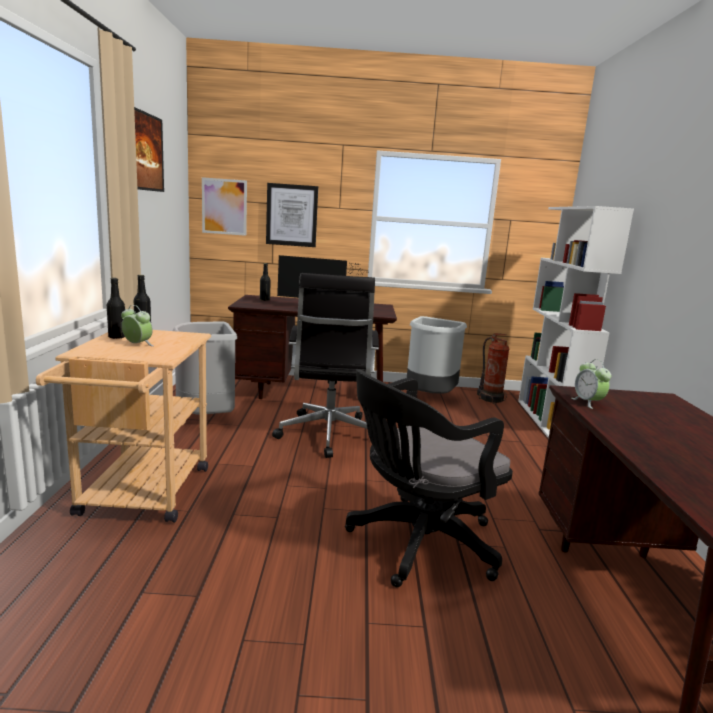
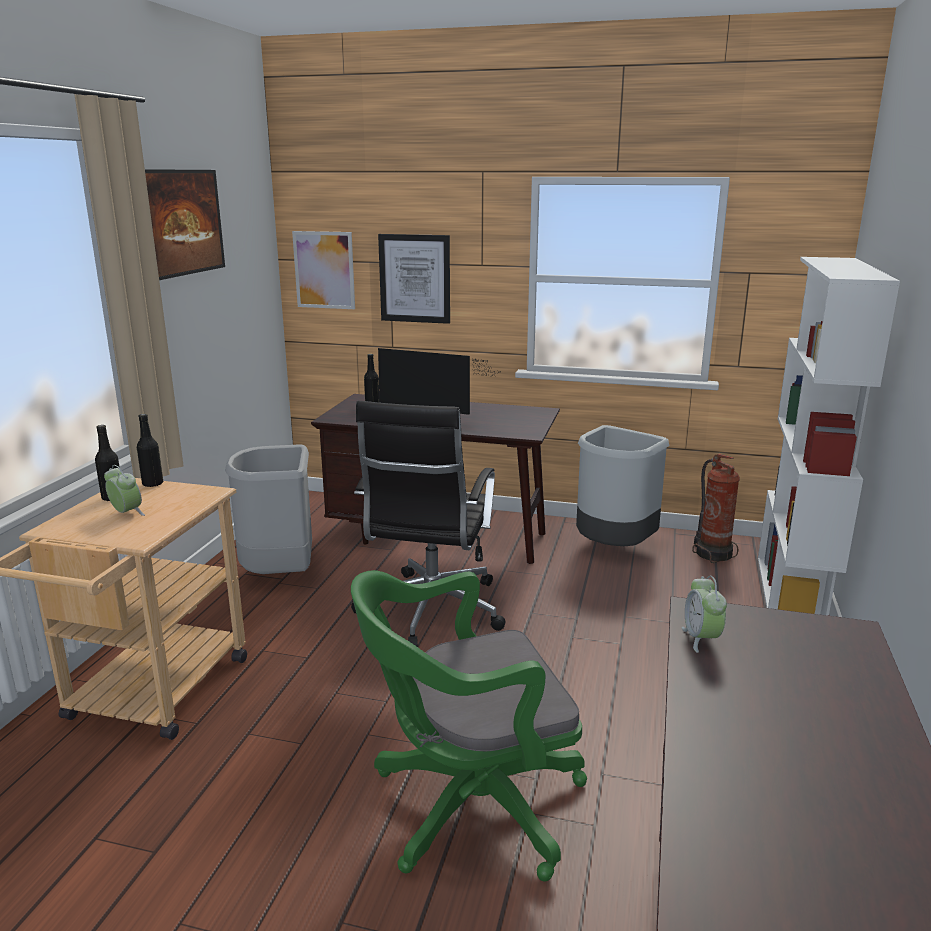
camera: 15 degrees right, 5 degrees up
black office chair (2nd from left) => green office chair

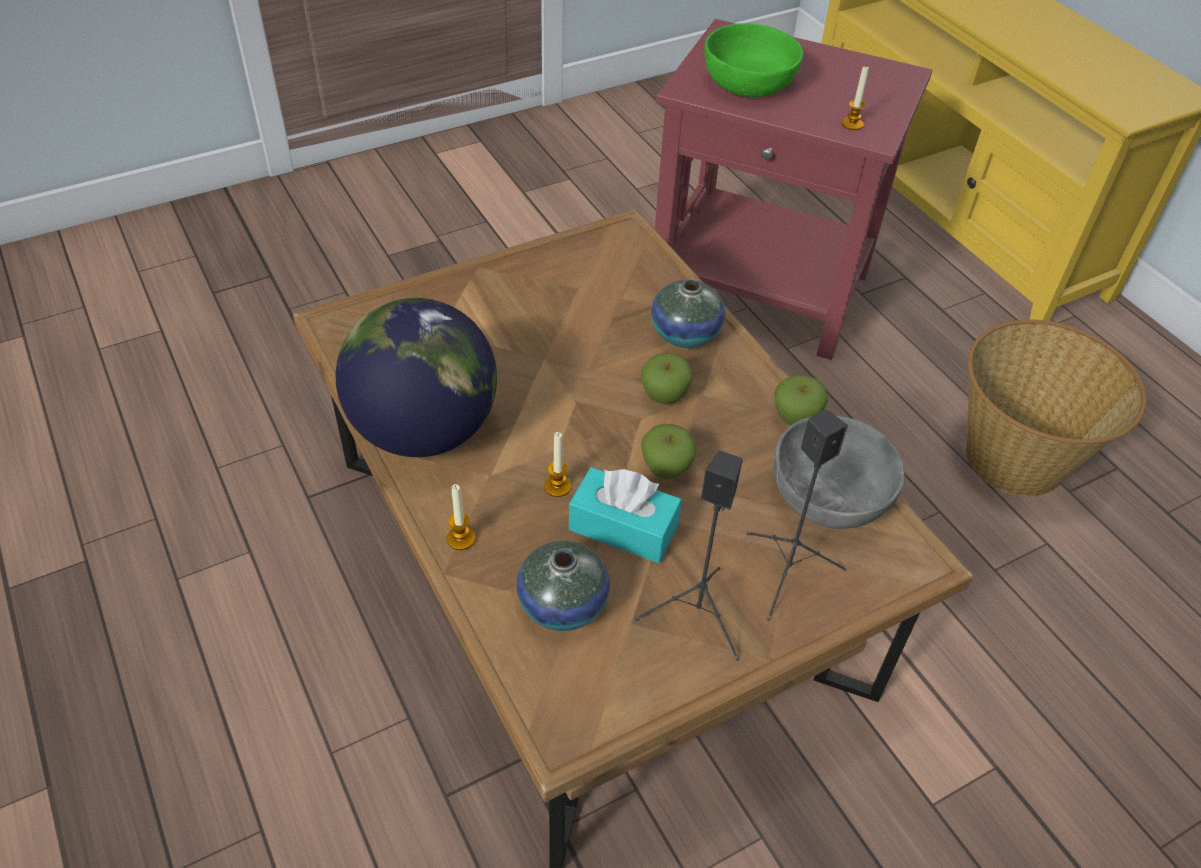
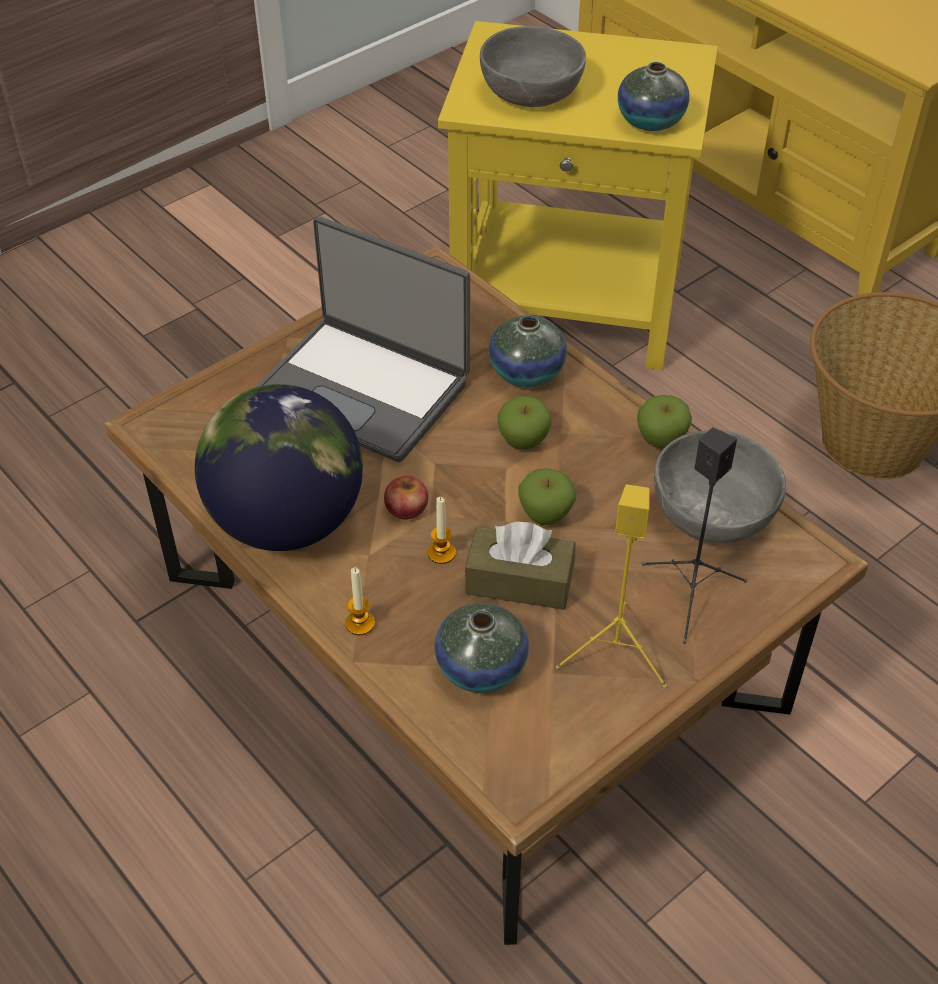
camera: 10 degrees left, 0 degrees up
red side table => yellow side table
green bowl => grey bowl (1st from left)
candle (3rd from left) => vase (3rd from left)
black speaker (1st from left) => yellow speaker
turquoise tissue box => brown tissue box
nothing => laptop
nothing => apple (1st from left)

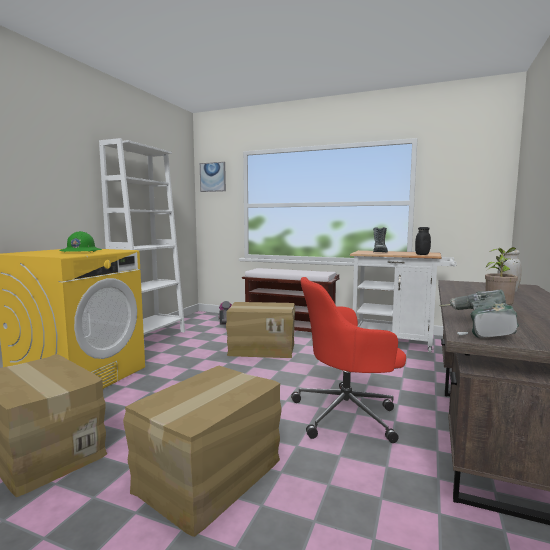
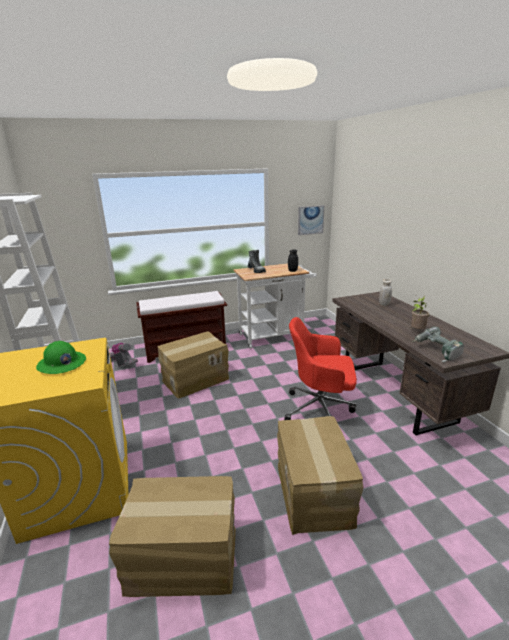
camera: 40 degrees left, 15 degrees up
picture, move
red office chair, 60 degrees clockwise

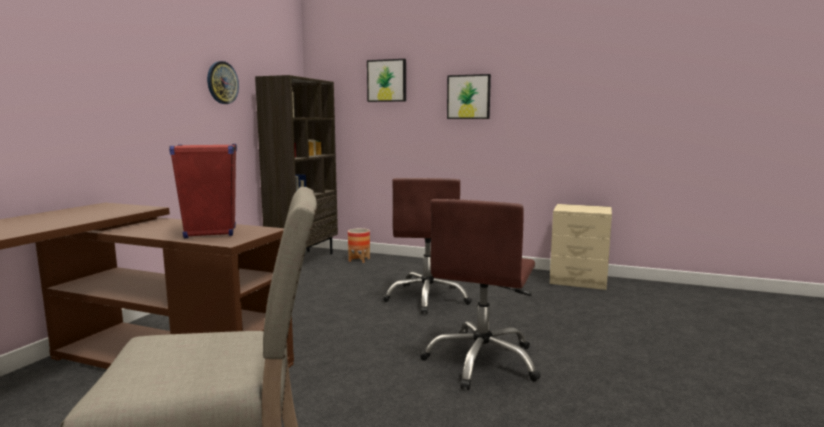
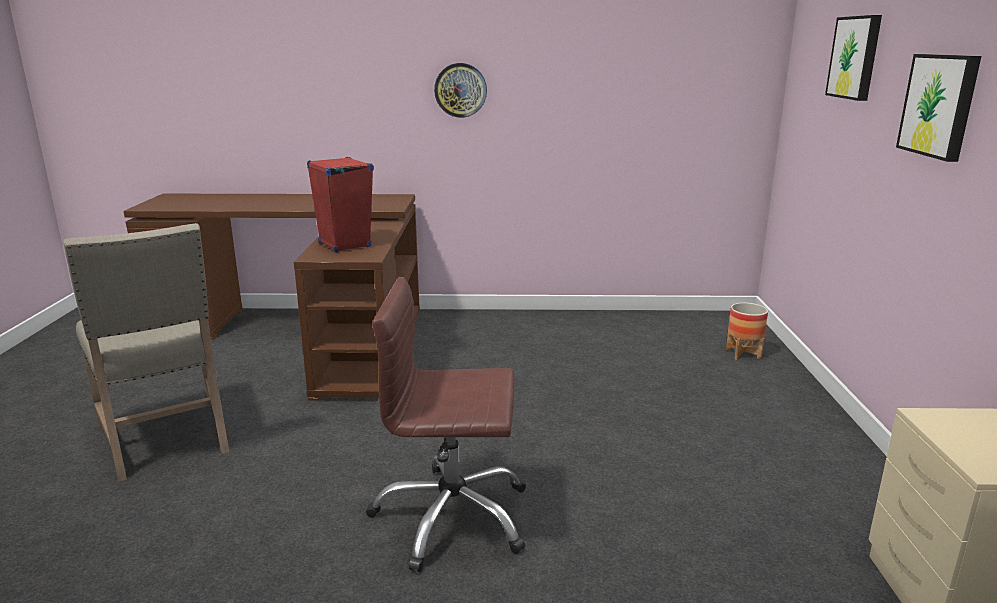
camera: 70 degrees right, 10 degrees up
wall clock, move
brown bookcase => nothing
brown office chair (1st from left) => nothing

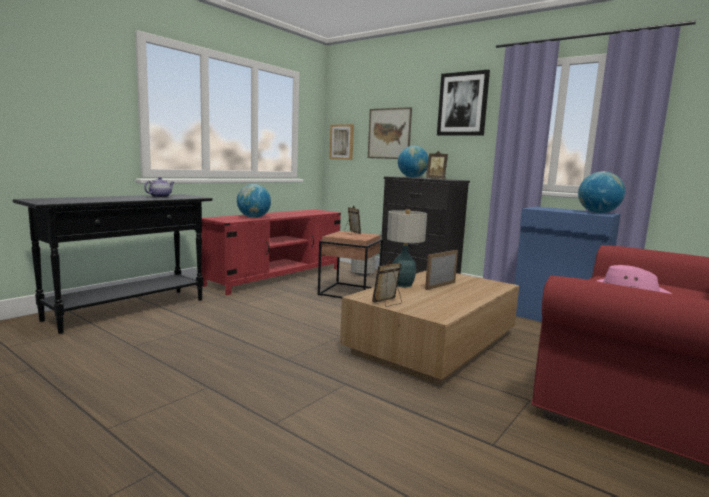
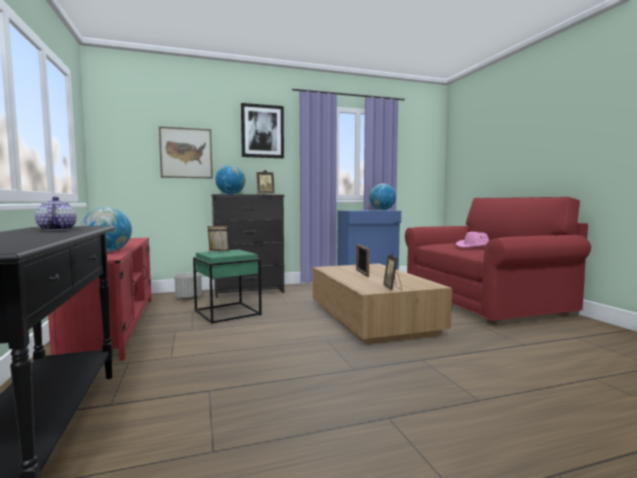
camera: 55 degrees left, 5 degrees down
picture (1st from left) => nothing
table lamp => nothing
brown side table => green side table

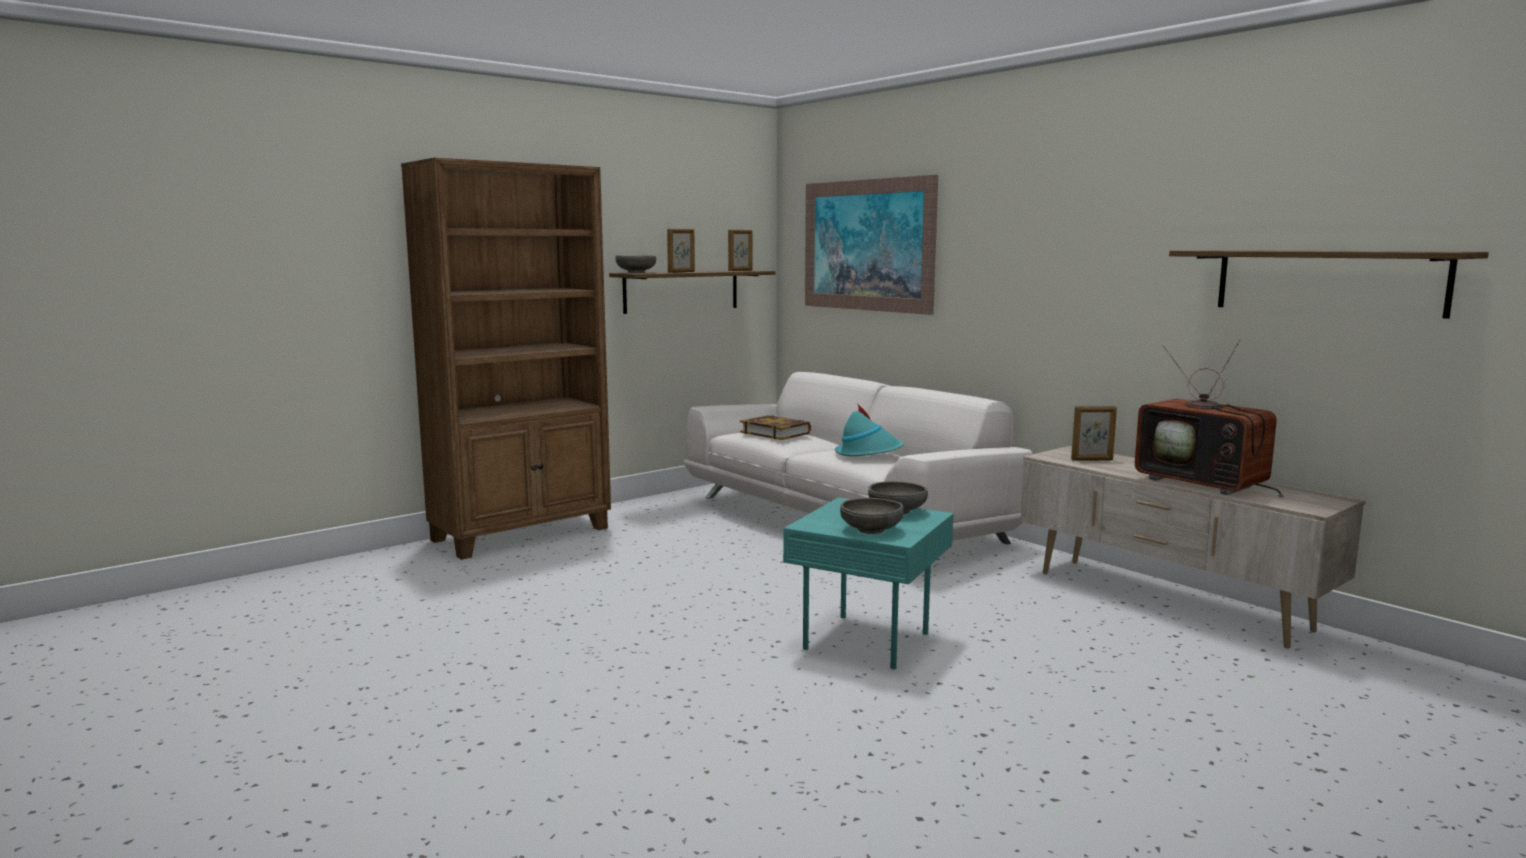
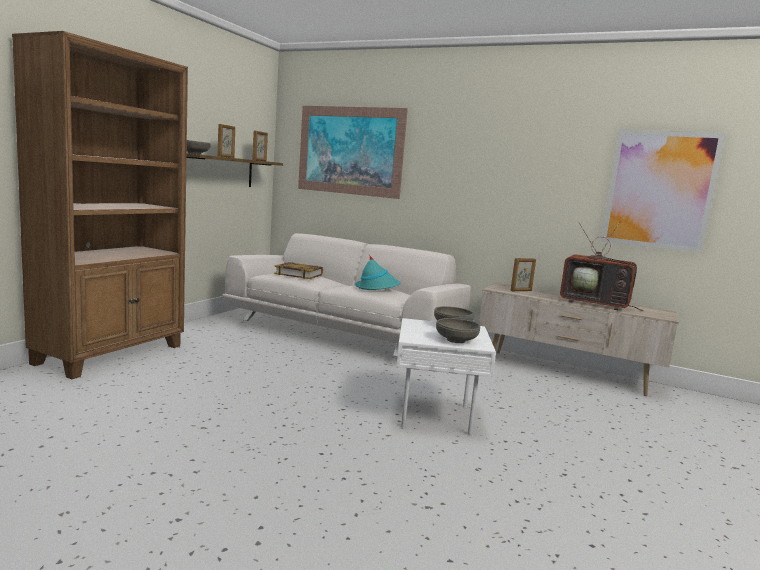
camera: 25 degrees left, 0 degrees up
shelf (2nd from left) => picture (2nd from left)
turquoise side table => white side table

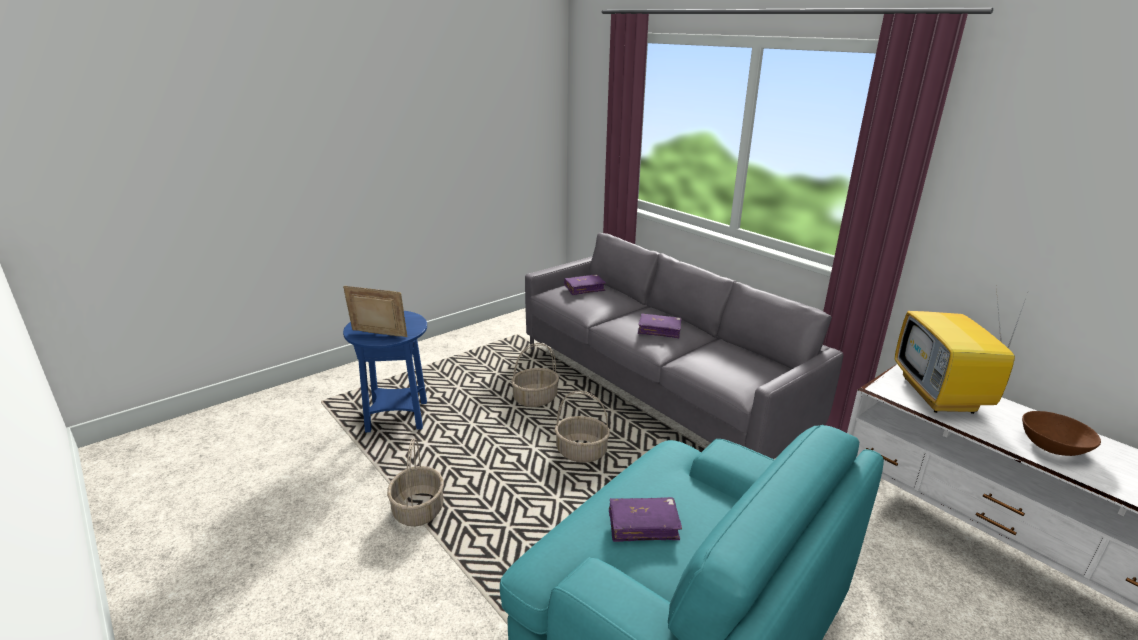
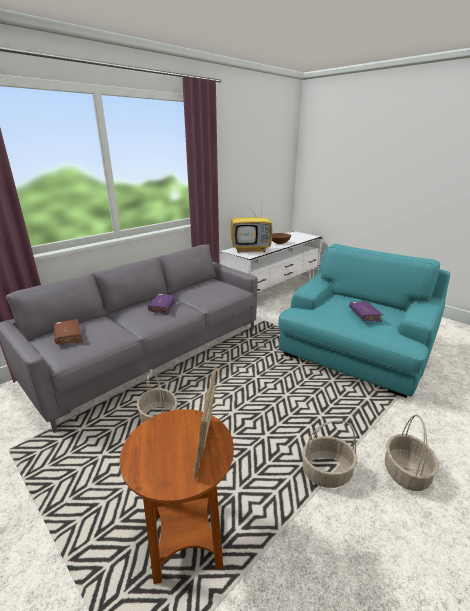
camera: 95 degrees left, 0 degrees up
purple book (1st from left) => brown book
blue side table => brown side table
basket (3rd from left), move

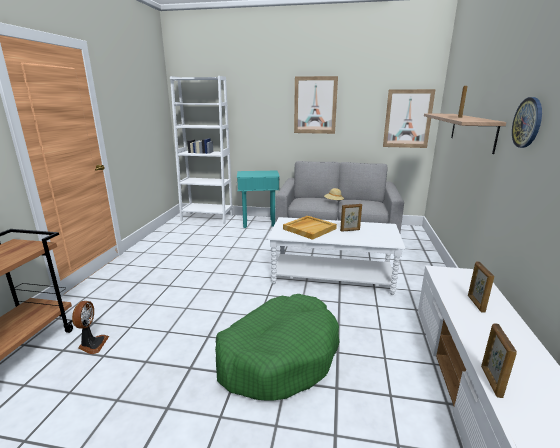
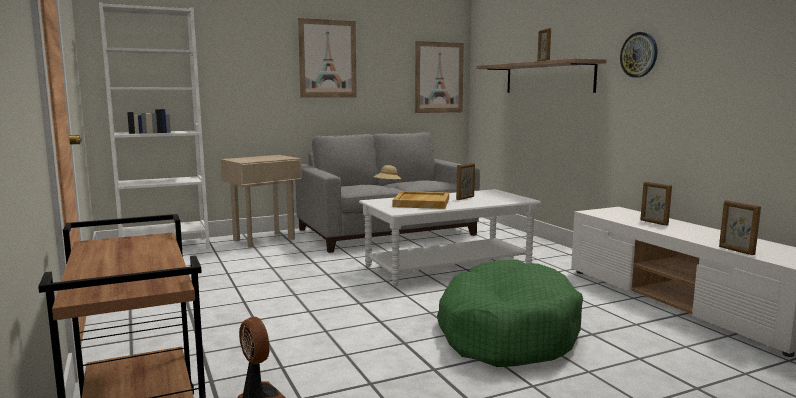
camera: 35 degrees left, 10 degrees down
turquoise side table => beige side table

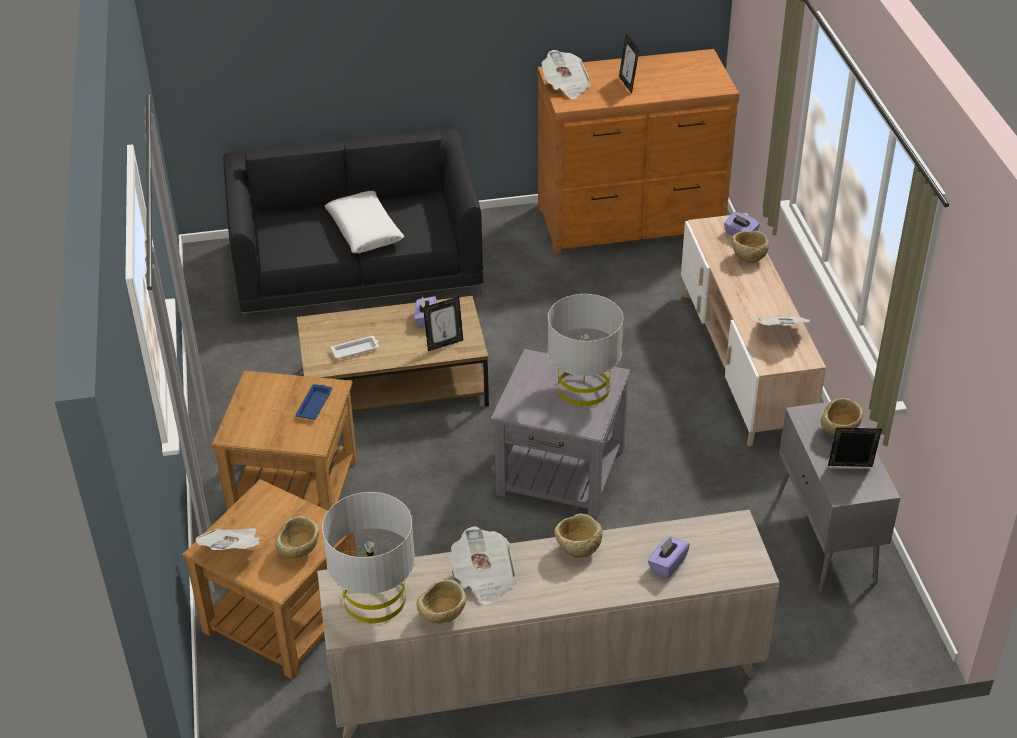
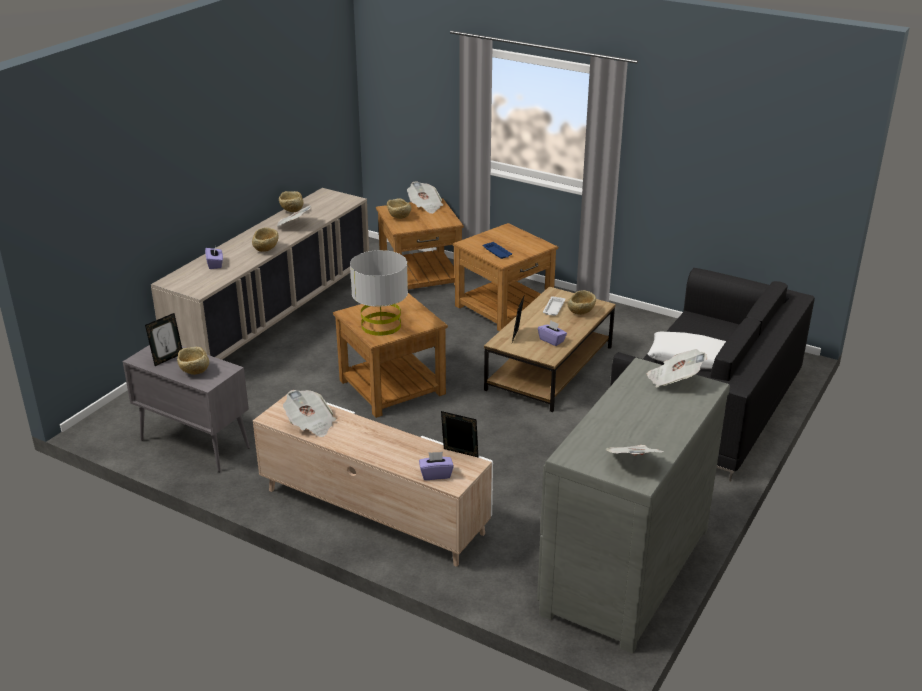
camera: 130 degrees right, 10 degrees down
picture frame (2nd from left), move
brown dresser => grey dresser
beige bowl (4th from left in the first image) => beige bowl (5th from left), move
grey side table => brown side table (1st from left)
grey table lamp (1st from left) => nothing
nothing => newspaper (4th from left)

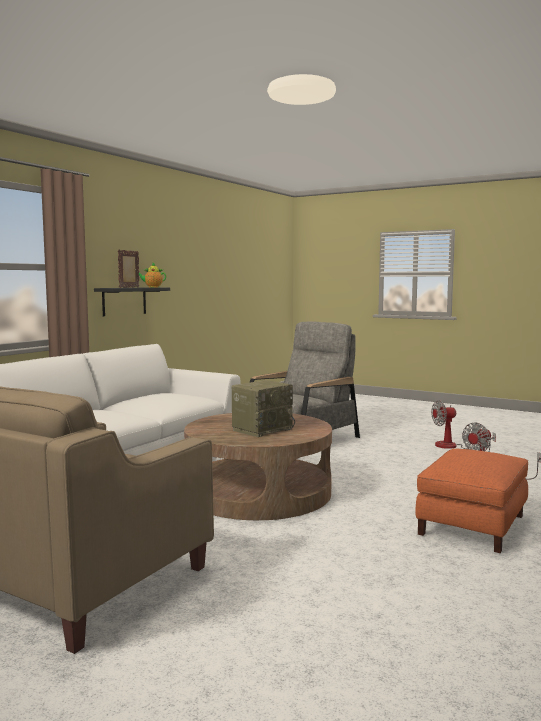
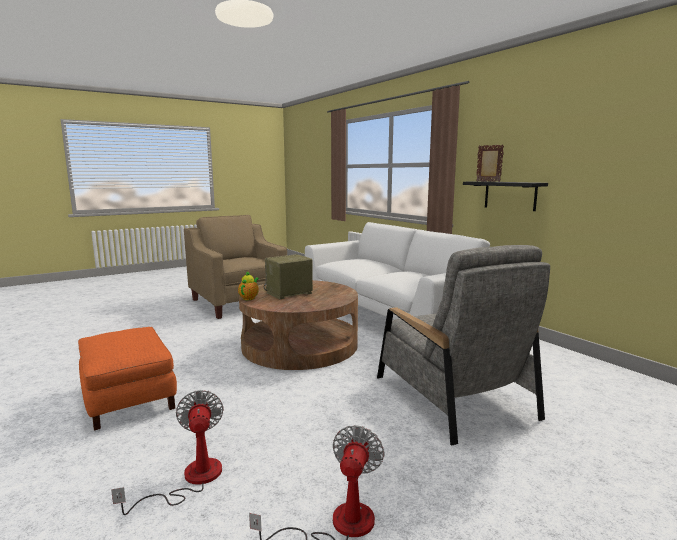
camera: 115 degrees right, 5 degrees up
teapot, move
radio, 75 degrees clockwise

